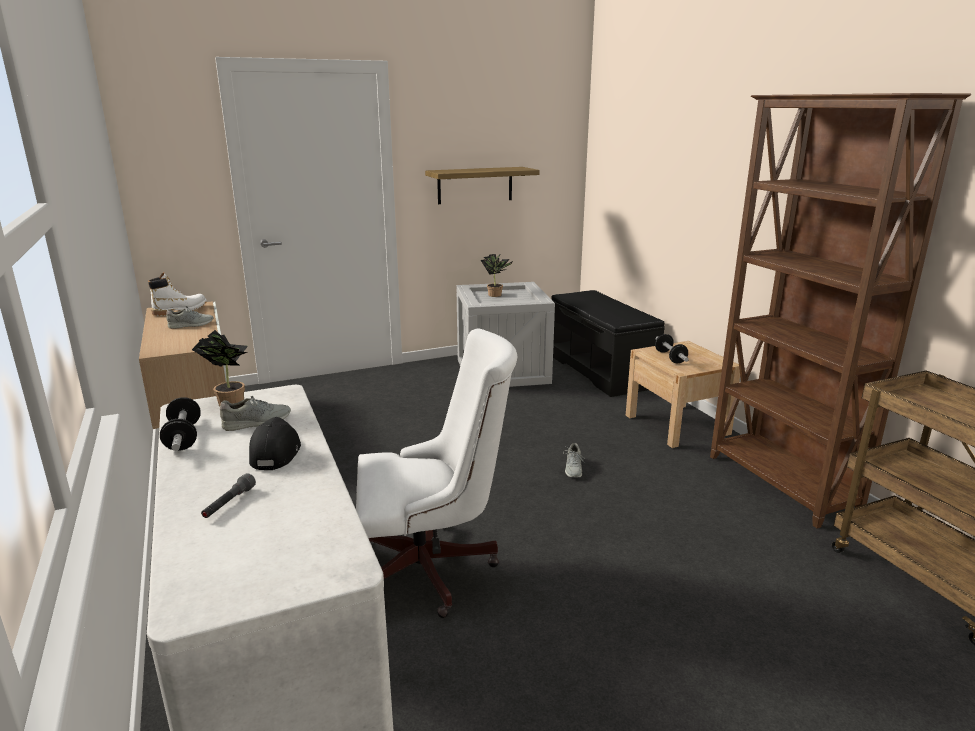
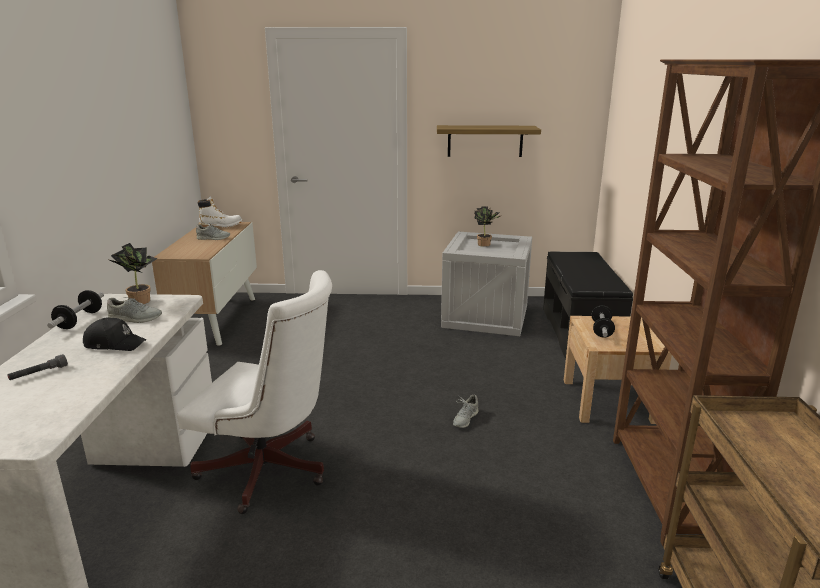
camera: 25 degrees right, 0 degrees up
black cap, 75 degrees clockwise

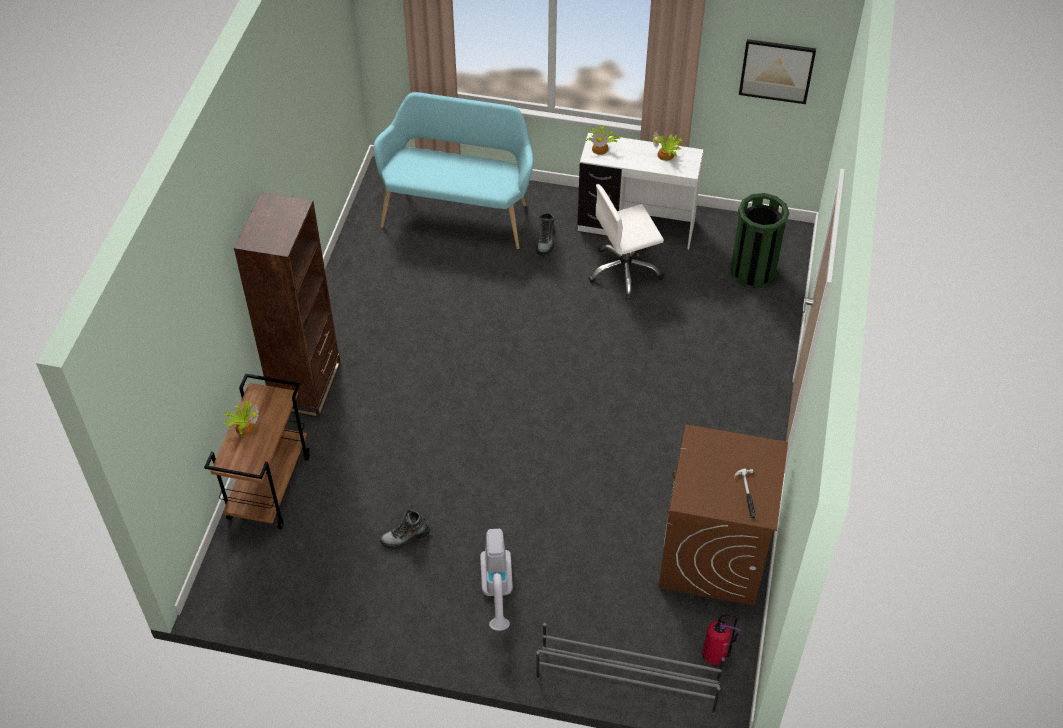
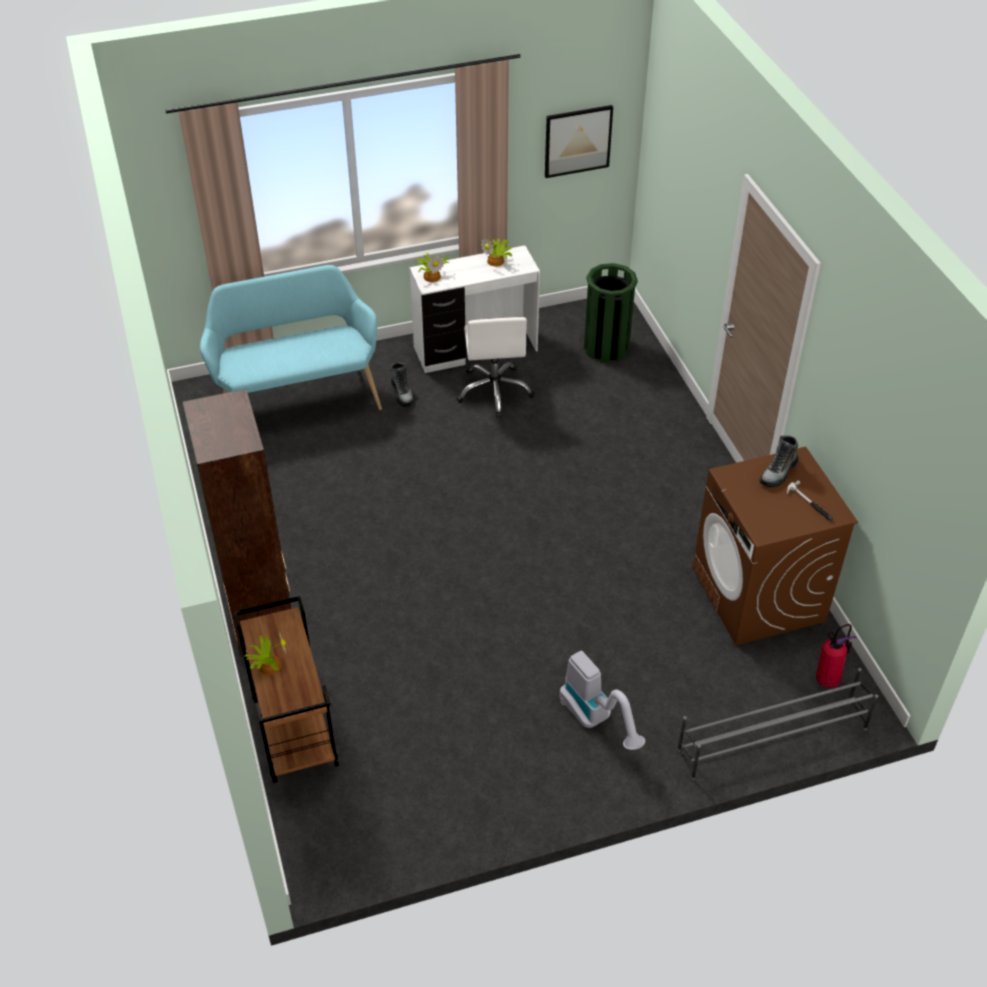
camera: 30 degrees left, 5 degrees down
white office chair, 45 degrees counterclockwise
boot (1st from left in the first image) => boot (2nd from left), move

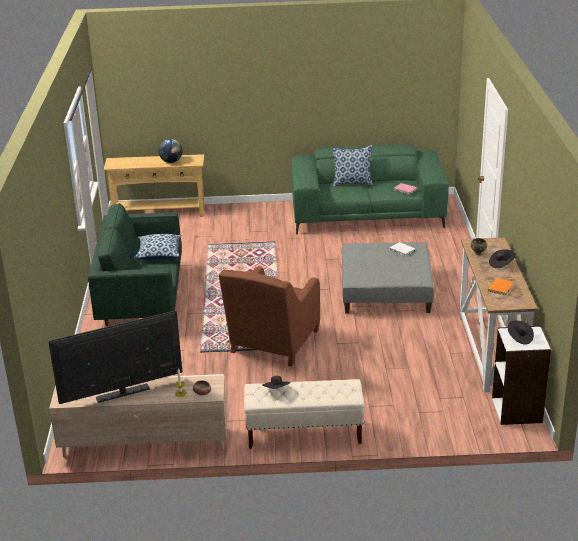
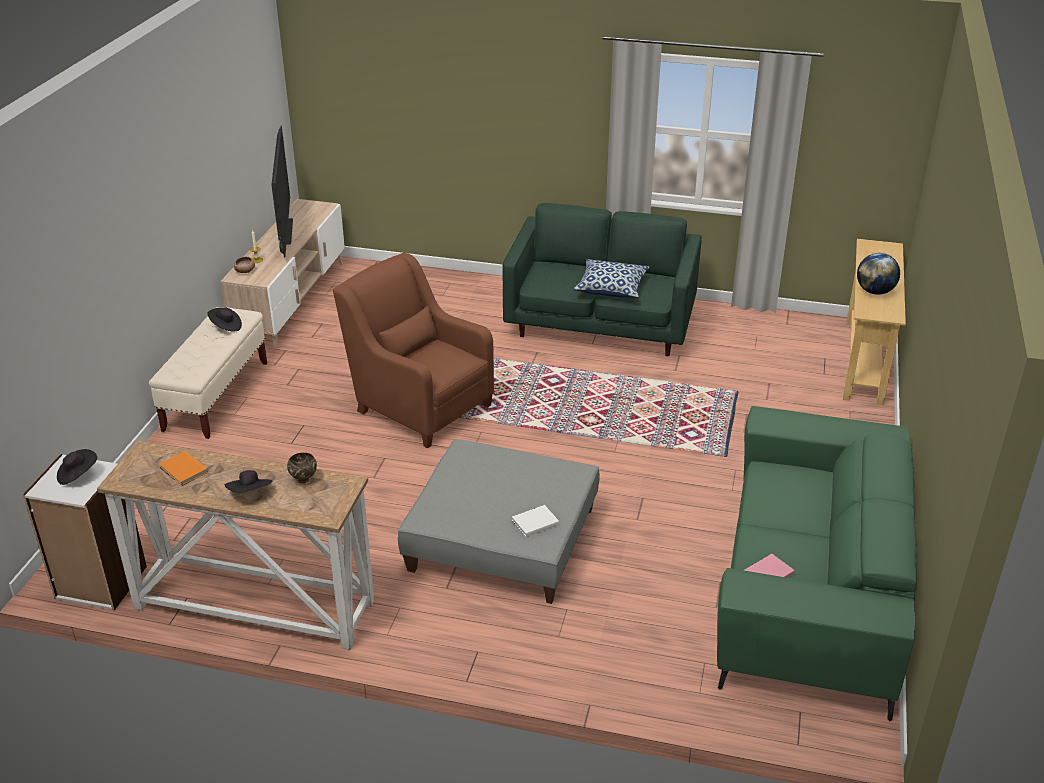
camera: 105 degrees right, 5 degrees up
pillow (2nd from left) => nothing

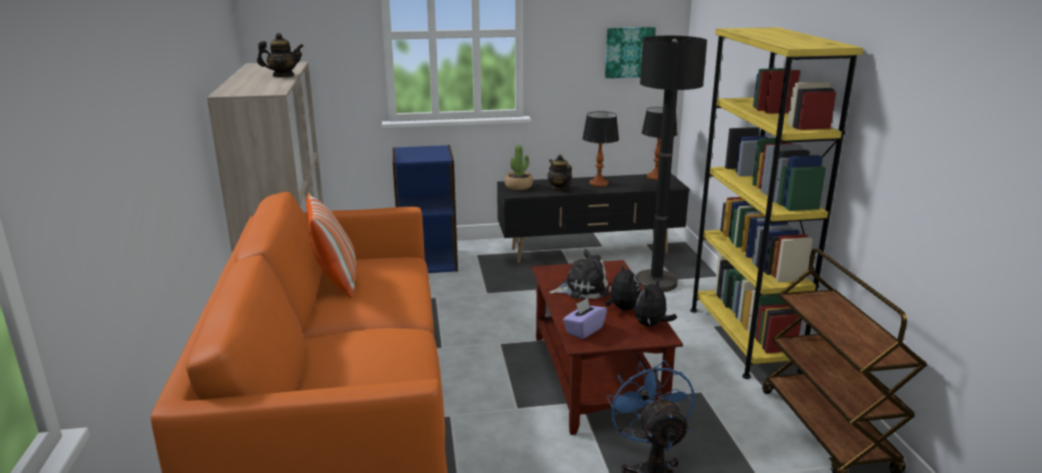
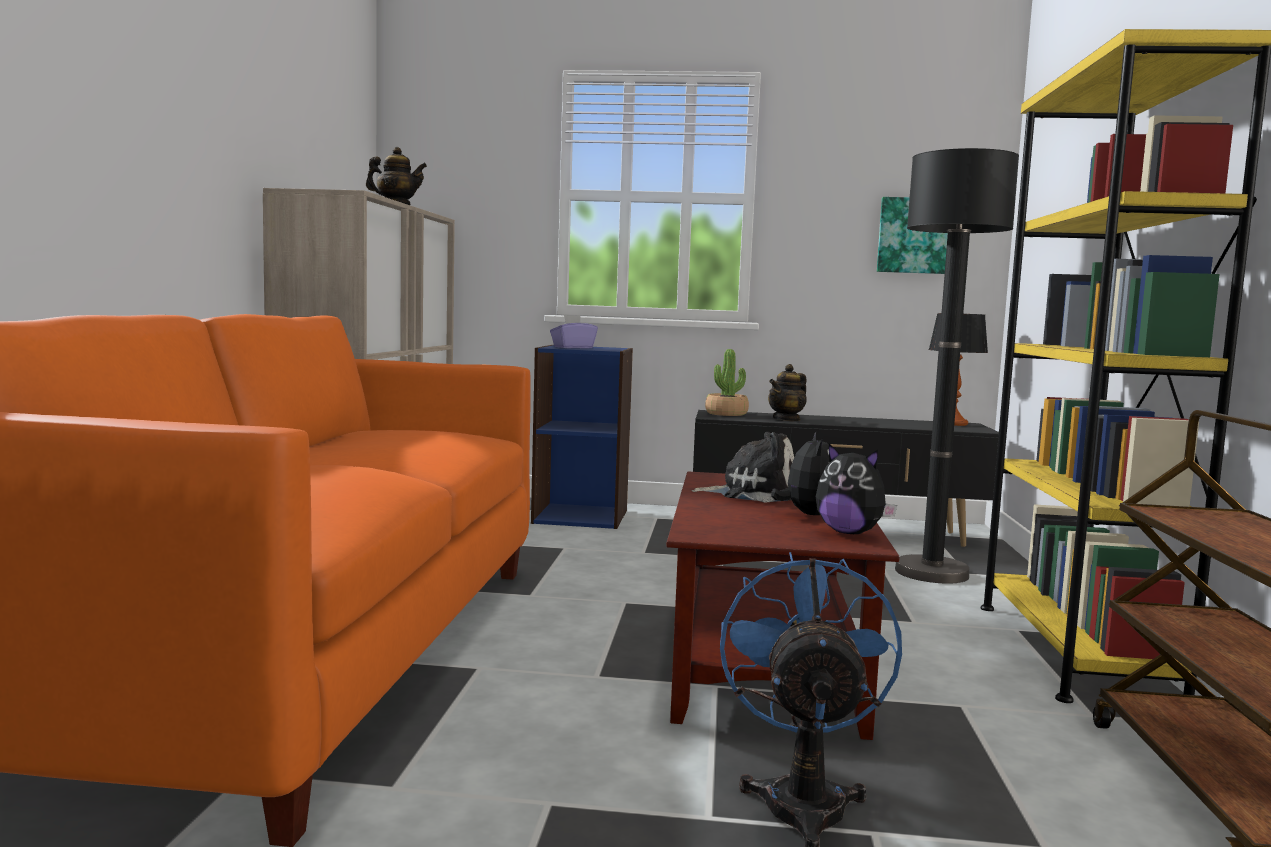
camera: 15 degrees right, 15 degrees down
table lamp (1st from left) => nothing
teapot (2nd from left), 120 degrees counterclockwise
pillow => nothing
plush toy (3rd from left), 105 degrees counterclockwise
purple tissue box, move

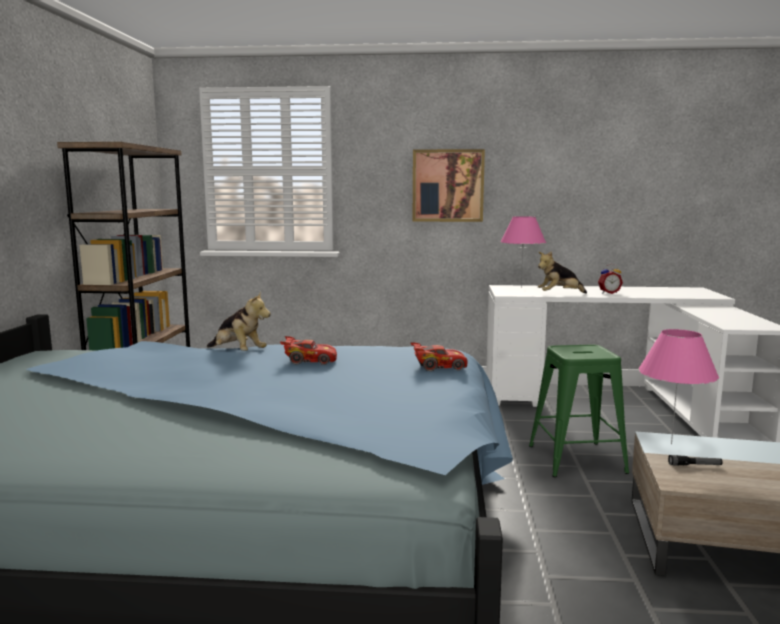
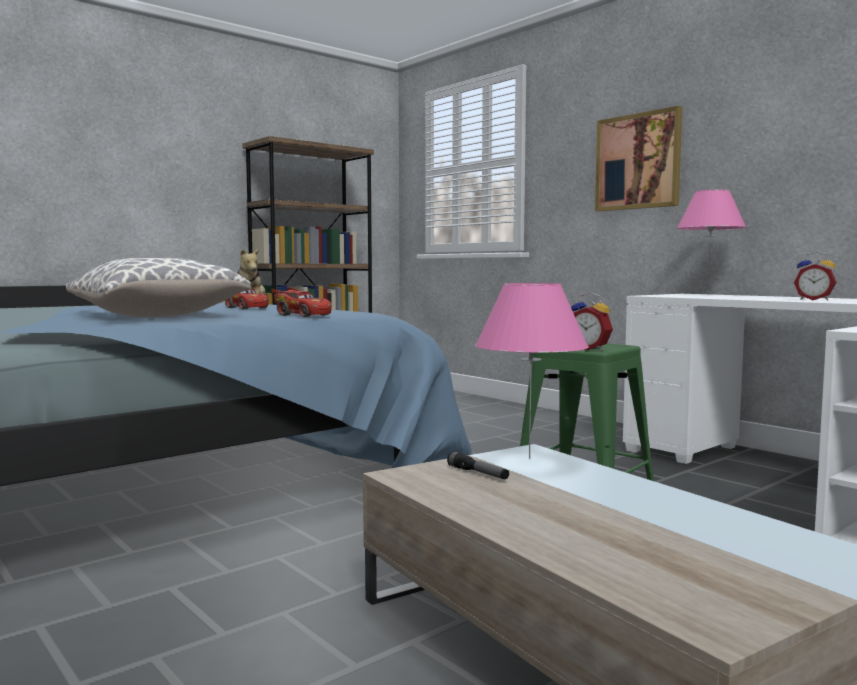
camera: 45 degrees right, 5 degrees down
plush toy (2nd from left) => nothing
nothing => pillow
nothing => alarm clock (1st from left)

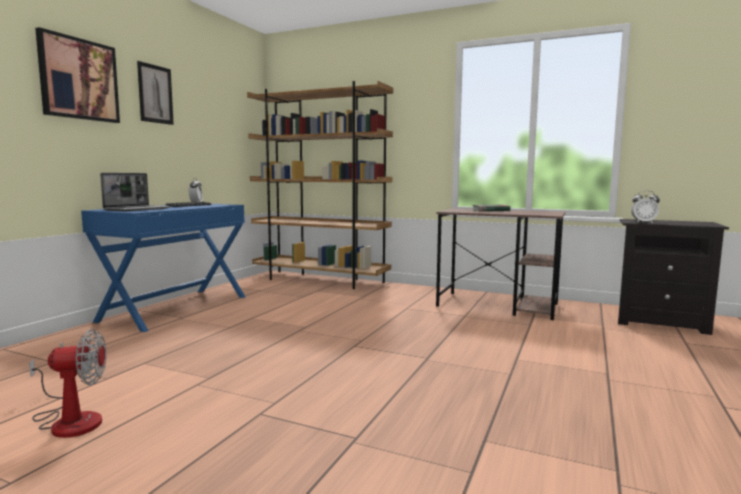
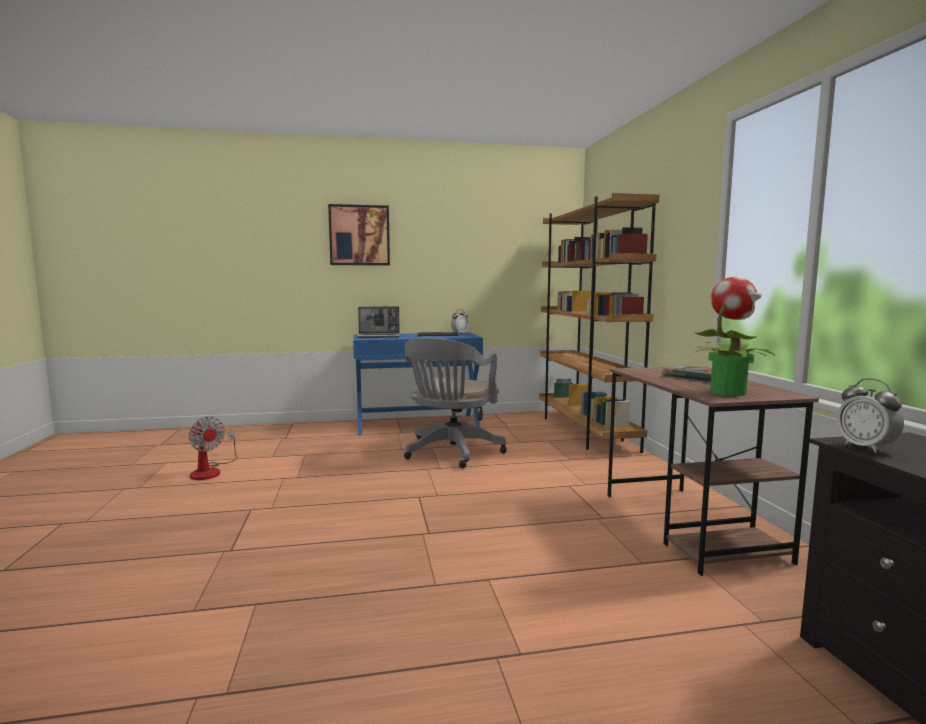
camera: 55 degrees right, 0 degrees up
picture (2nd from left) => nothing
nothing => potted plant
nothing => grey office chair

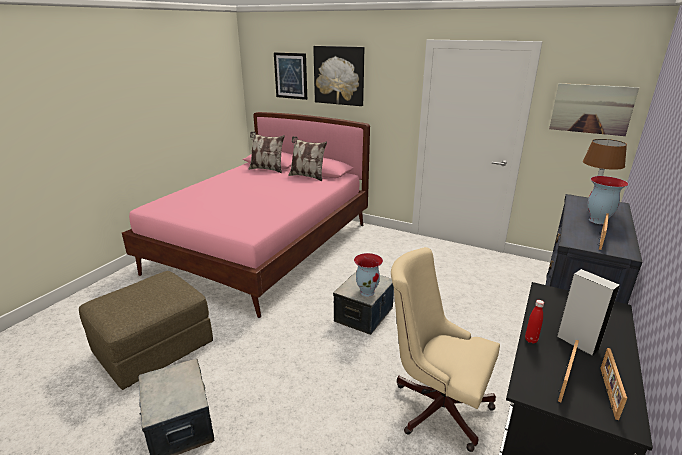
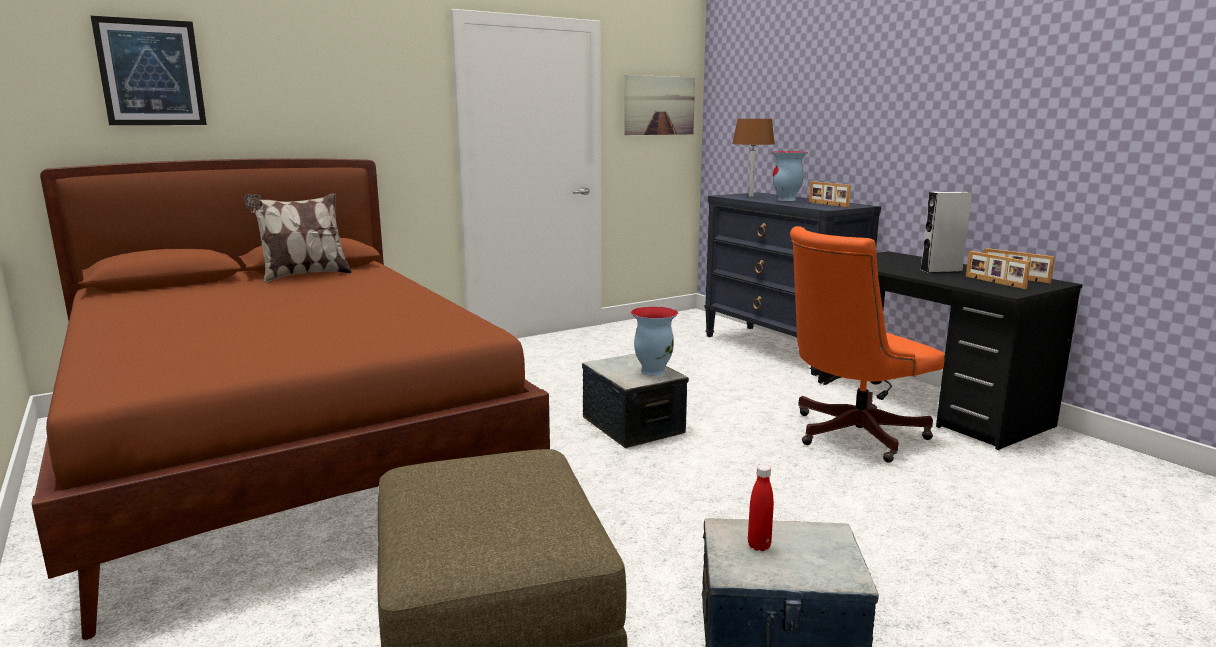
camera: 60 degrees left, 10 degrees down
picture (2nd from left) => nothing
pink bed => brown bed
pillow (1st from left) => nothing
beige office chair => orange office chair
red bottle, move

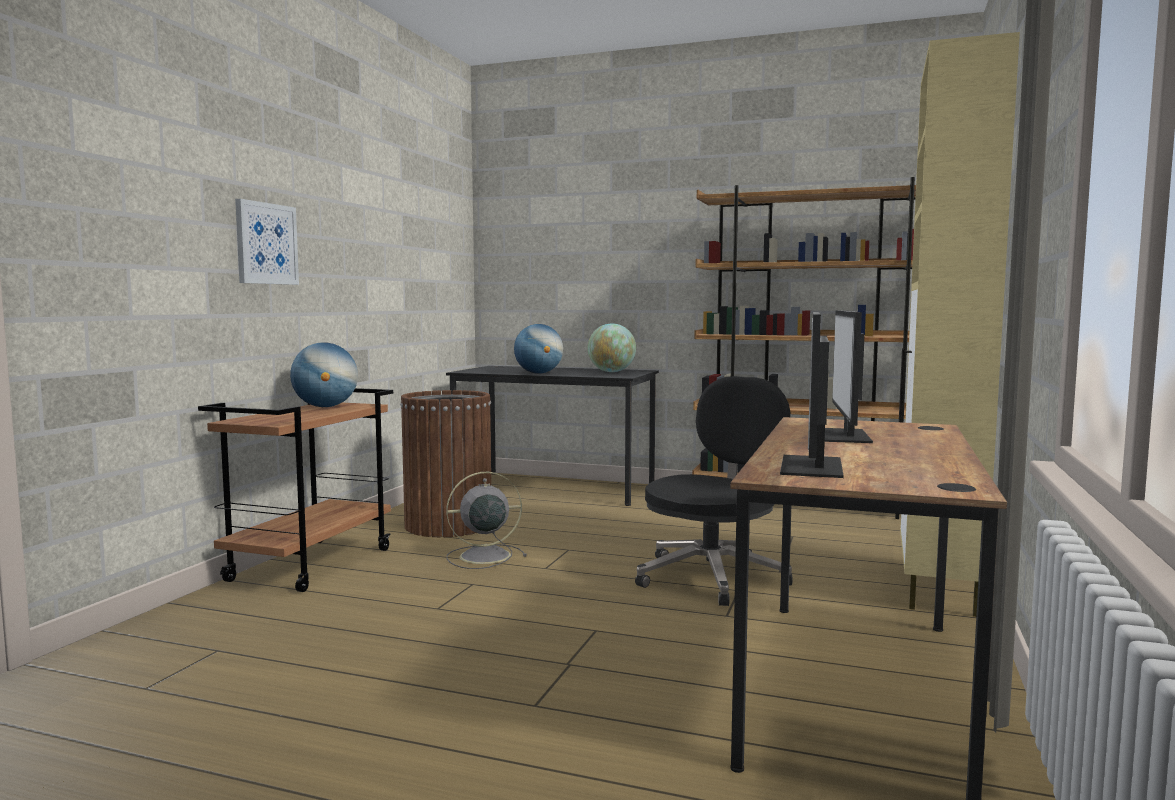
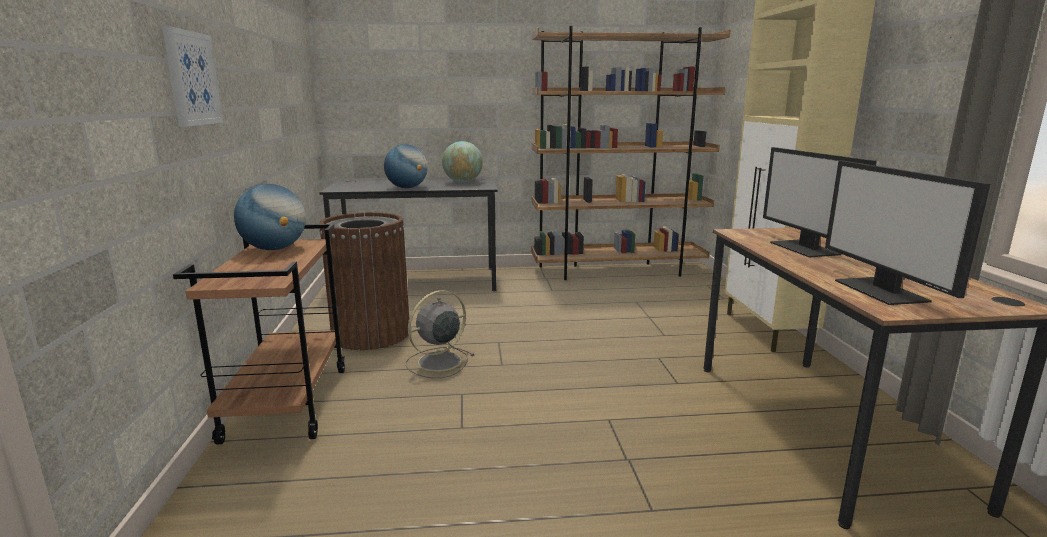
camera: 25 degrees left, 10 degrees up
black office chair => nothing

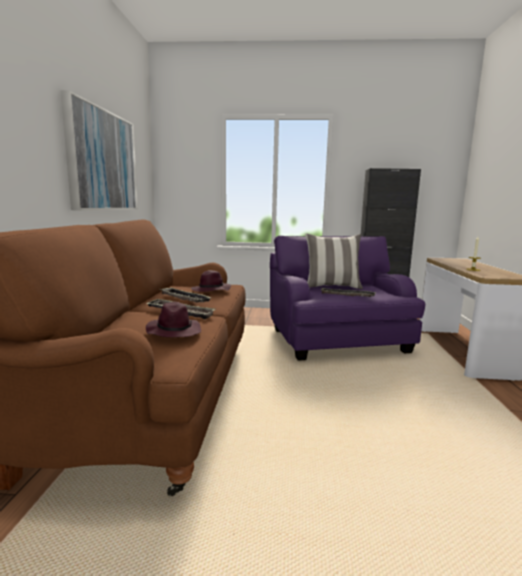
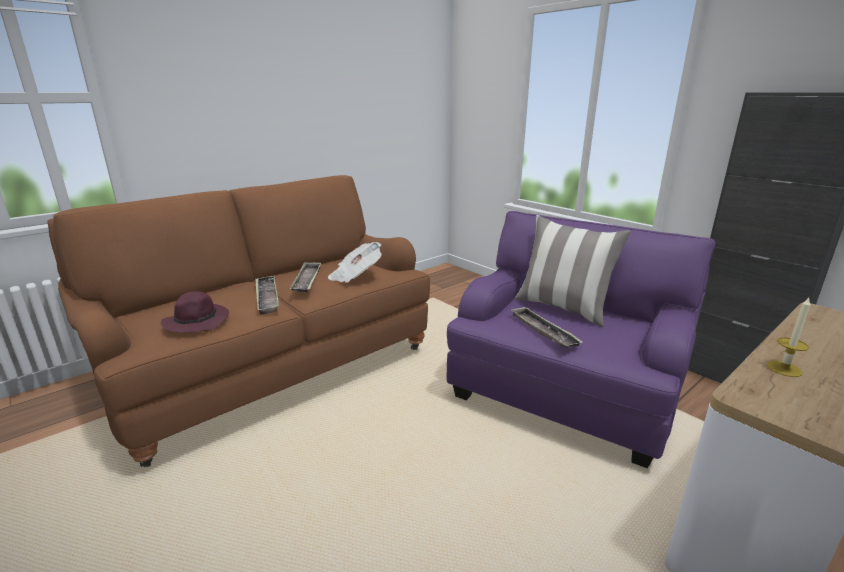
camera: 45 degrees right, 10 degrees up
picture => nothing
purple hat (2nd from left) => newspaper

